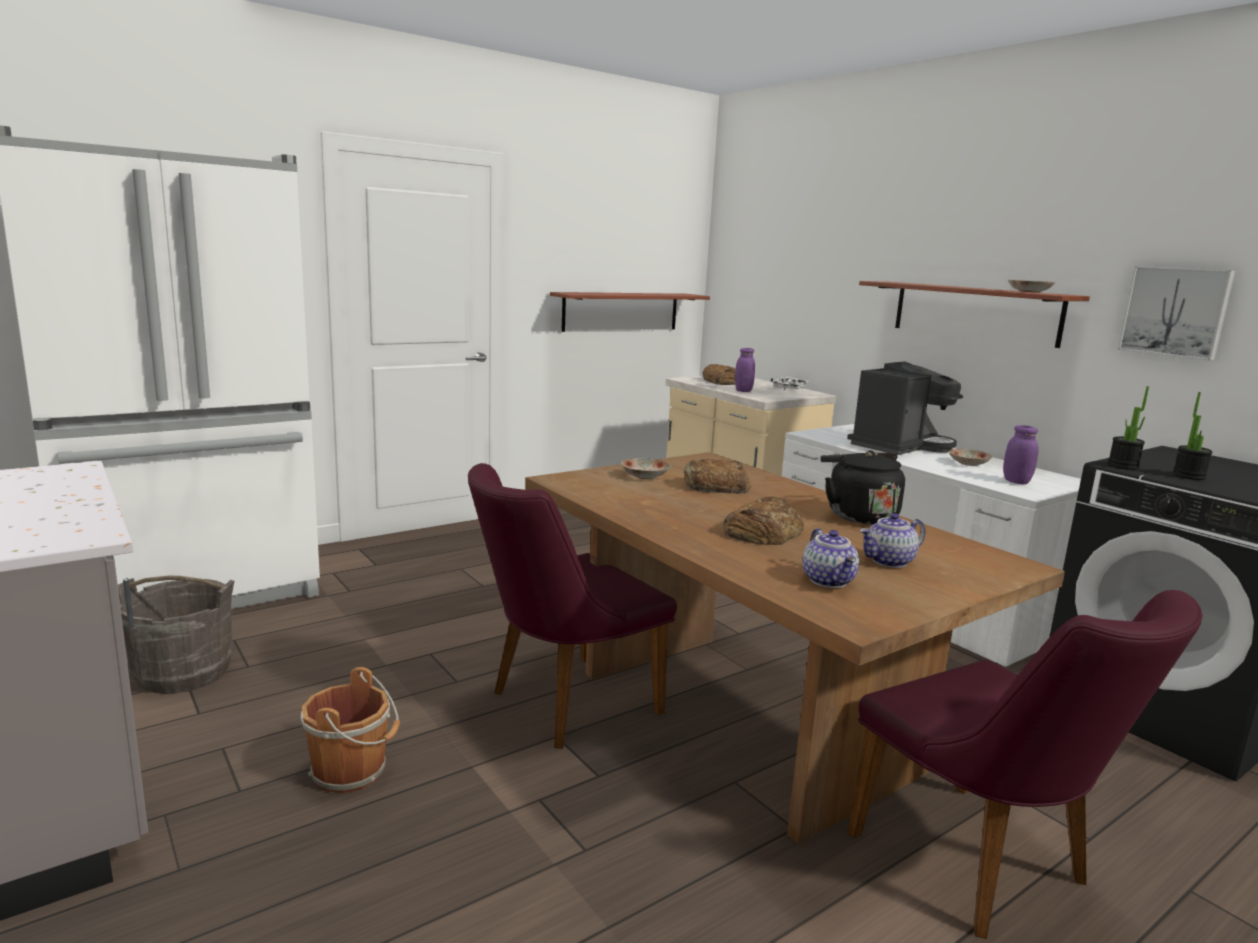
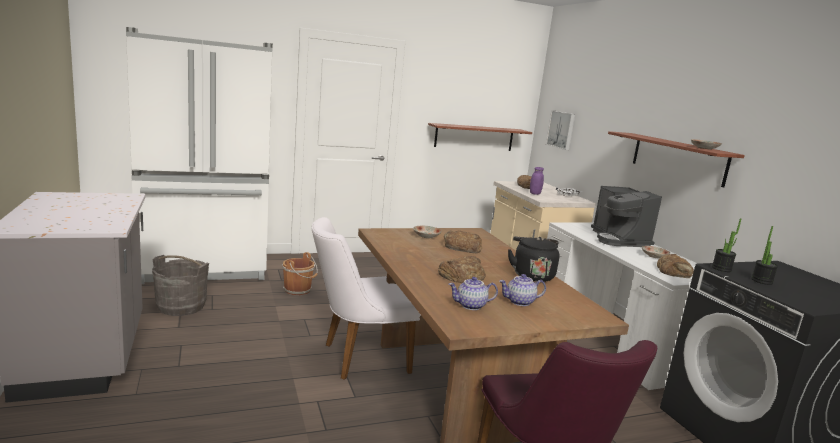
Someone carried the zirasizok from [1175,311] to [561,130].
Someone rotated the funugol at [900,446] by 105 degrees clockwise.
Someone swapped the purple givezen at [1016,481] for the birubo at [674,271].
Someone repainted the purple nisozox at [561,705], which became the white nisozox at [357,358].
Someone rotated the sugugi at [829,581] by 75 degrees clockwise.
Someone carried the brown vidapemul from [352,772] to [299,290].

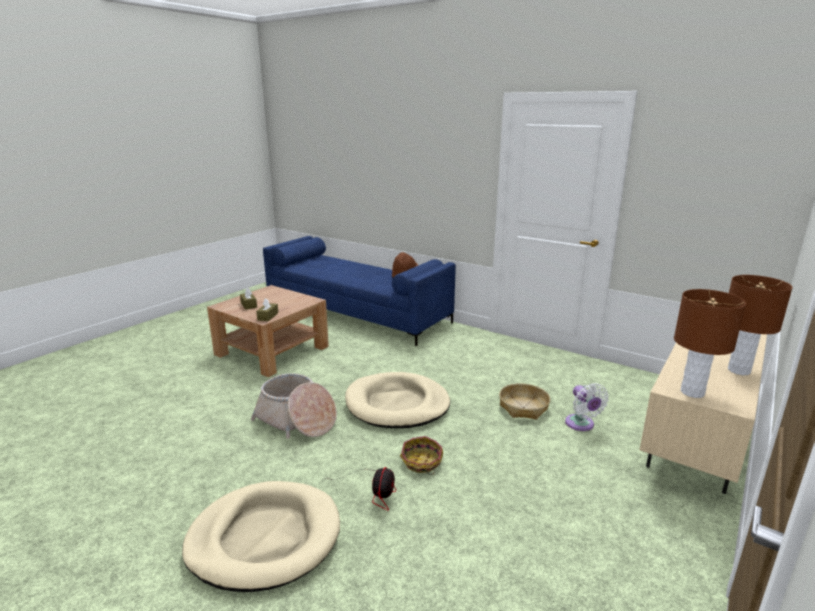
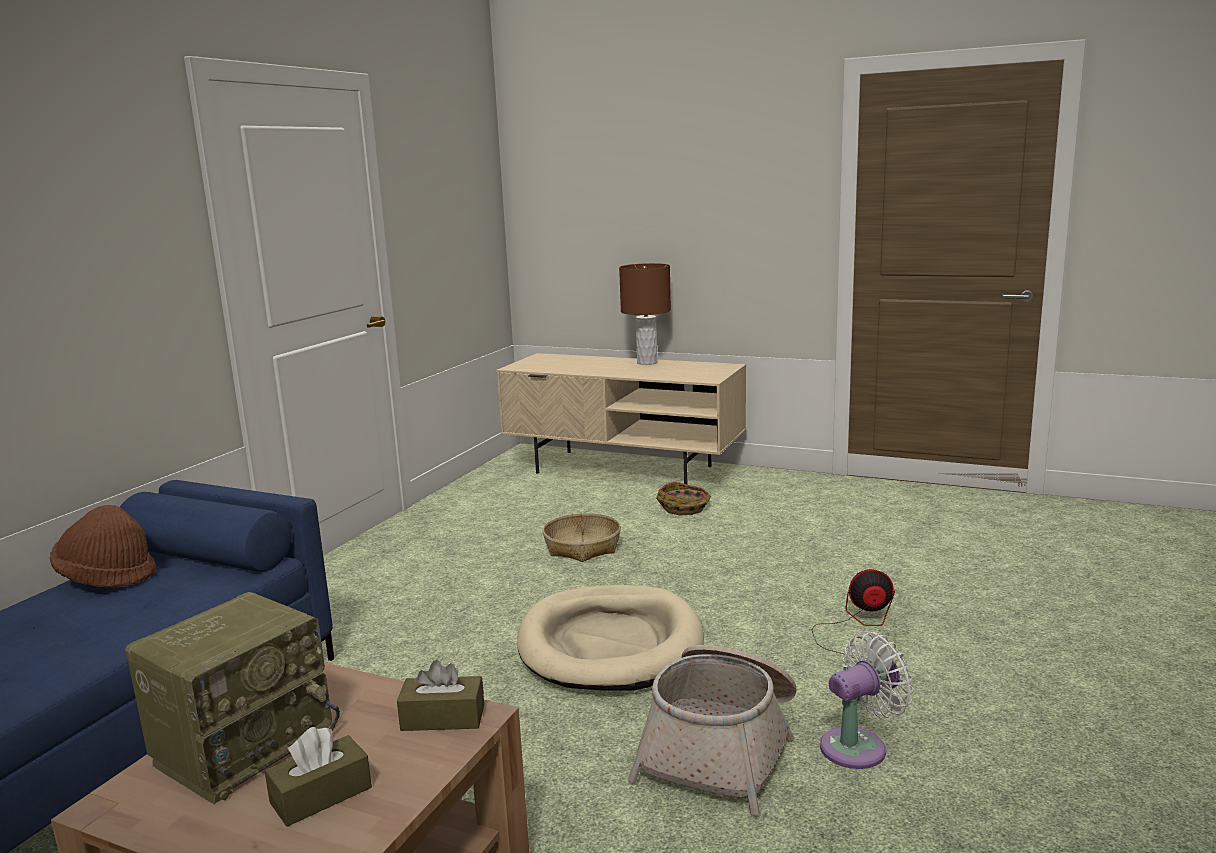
Someone took away the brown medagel at [691,392].
Someone carried the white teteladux from [581,425] to [859,746].
Someone carried the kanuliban from [421,462] to [685,508].
Someone took away the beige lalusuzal at [264,538].
Someone put down the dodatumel at [245,746].

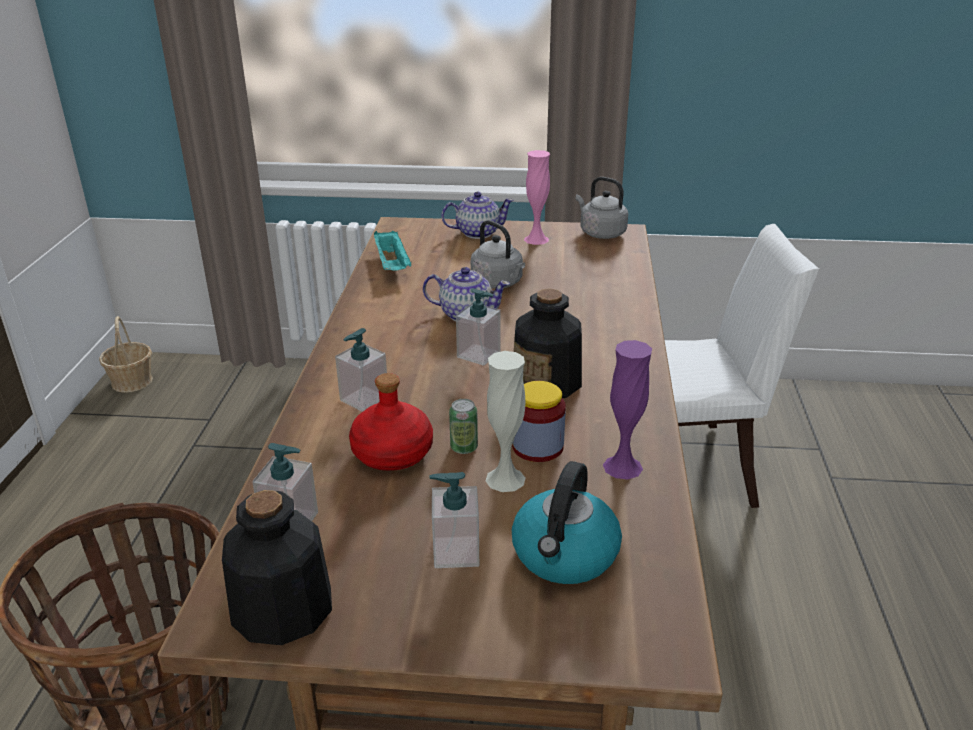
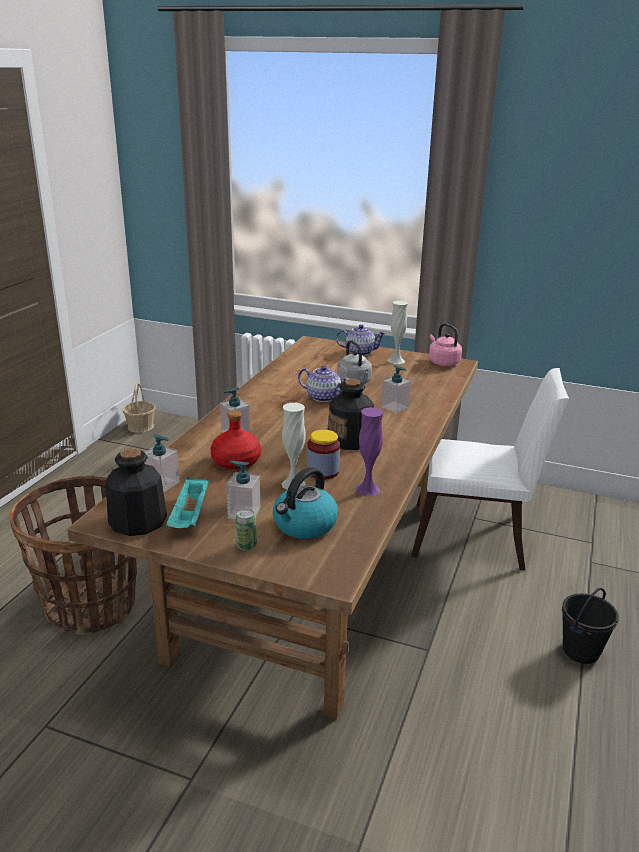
Someone repainted the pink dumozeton at [536,239], which became the white dumozeton at [396,360].
Someone repainted the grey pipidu at [600,233], which became the pink pipidu at [442,362].
Someone carried the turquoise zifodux from [392,265] to [190,516].
Someone carried the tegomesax from [479,354] to [395,407].
Someone carried the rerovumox from [464,448] to [246,546].
Someone put down the black vidapemul at [580,651].

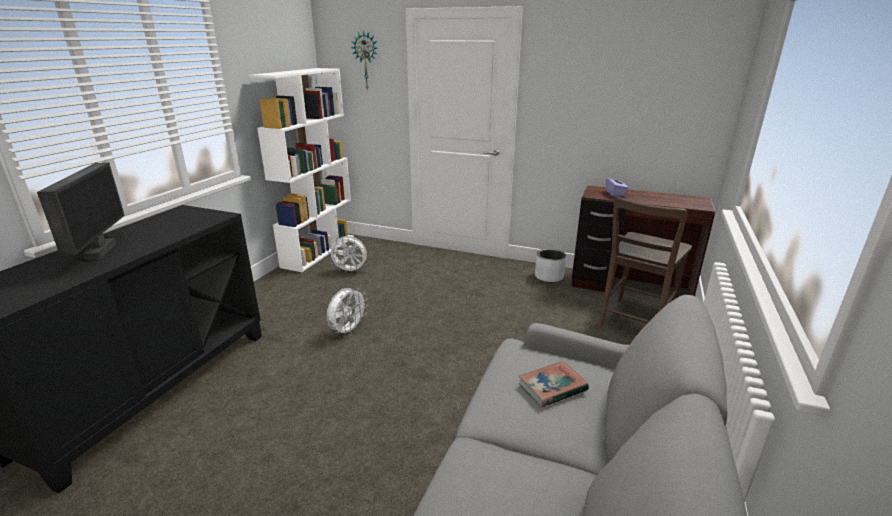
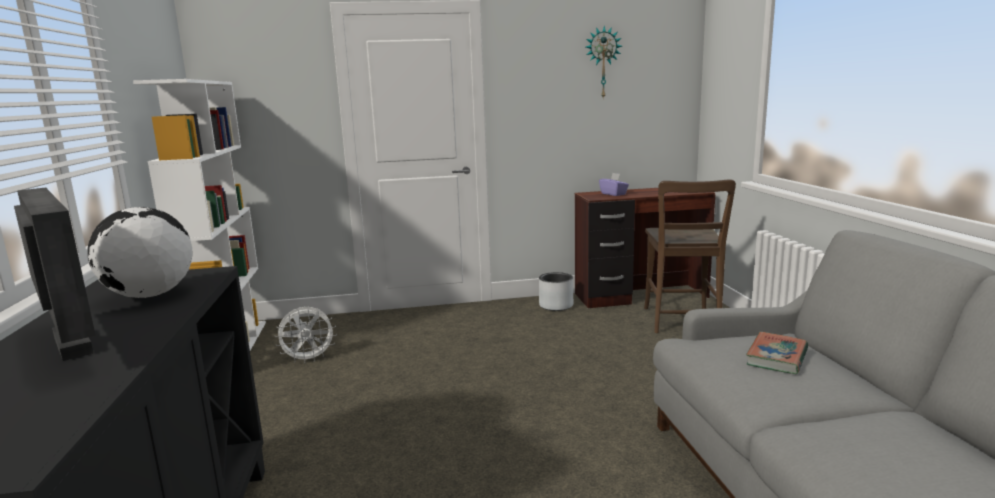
Someone carried the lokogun from [366,61] to [602,63].
Someone took away the white teteladux at [348,331].
Someone put down the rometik at [149,295].

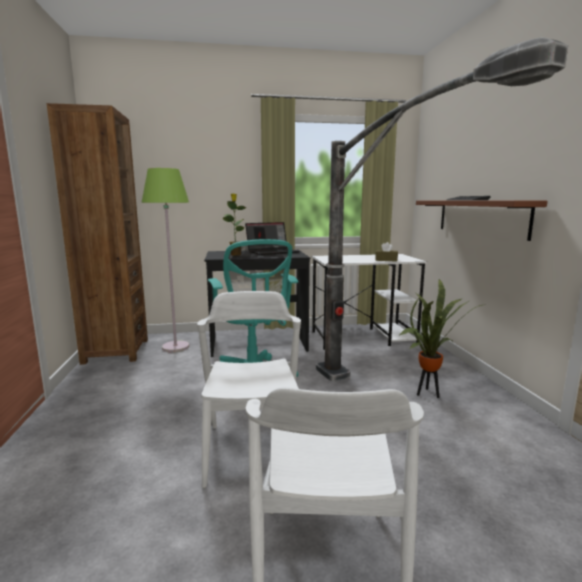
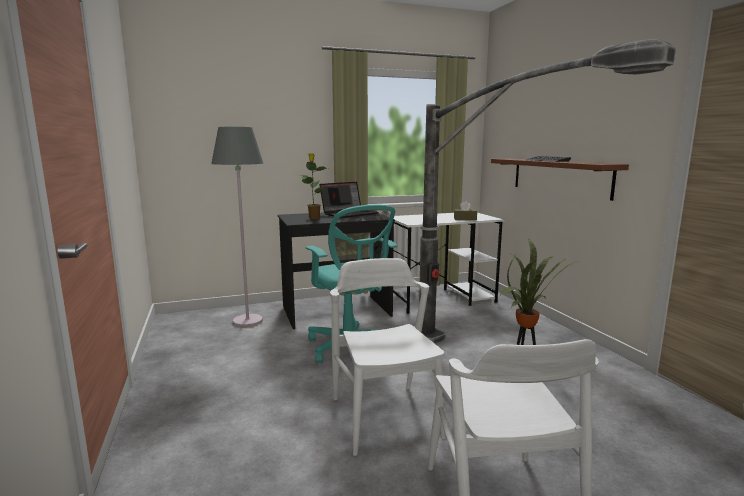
Someone took away the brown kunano at [116,351].
Someone repainted the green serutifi at [175,347], which became the grey serutifi at [248,321].

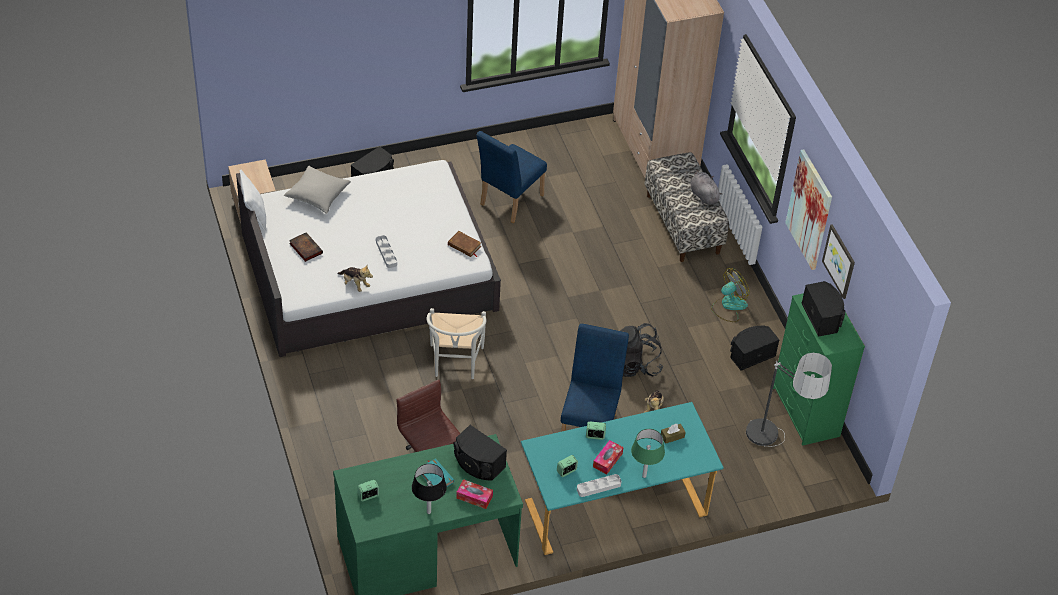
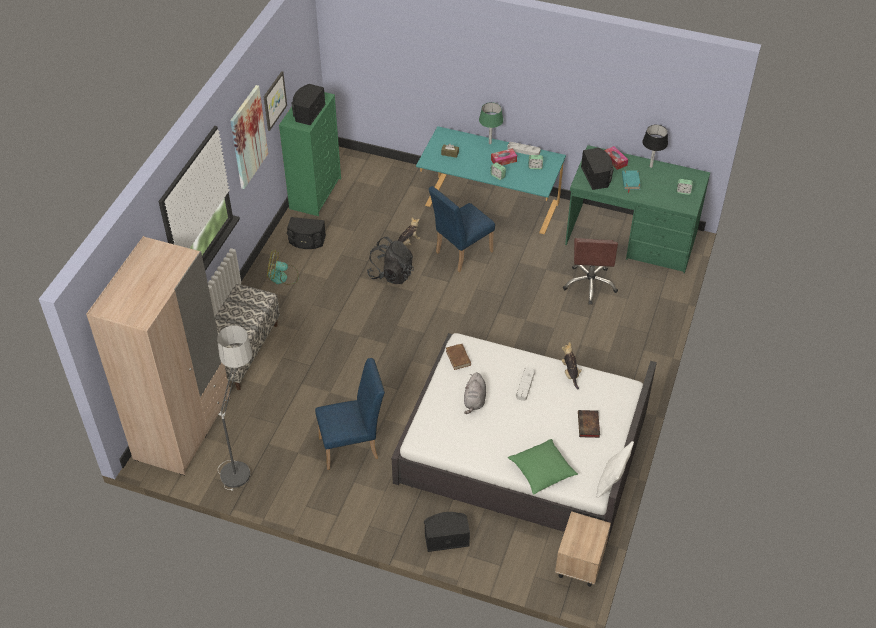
Someone repainted the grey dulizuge at [317,195], which became the green dulizuge at [542,471].
Someone carried the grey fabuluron from [703,195] to [474,401].
Someone took away the white nisozox at [455,365].
Someone carried the serutifi from [775,453] to [242,456].

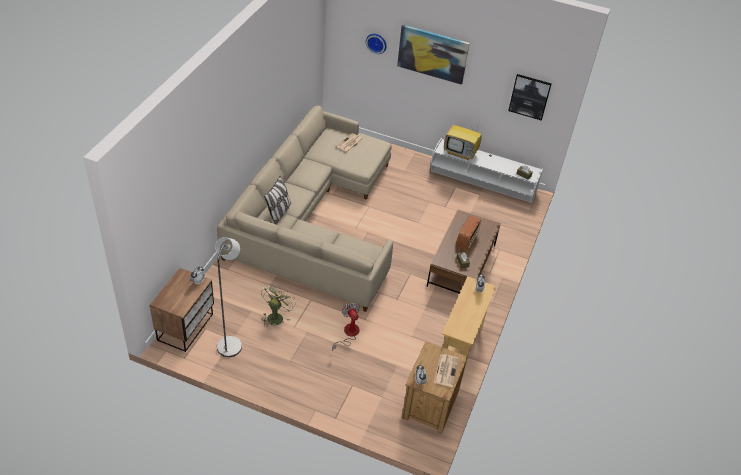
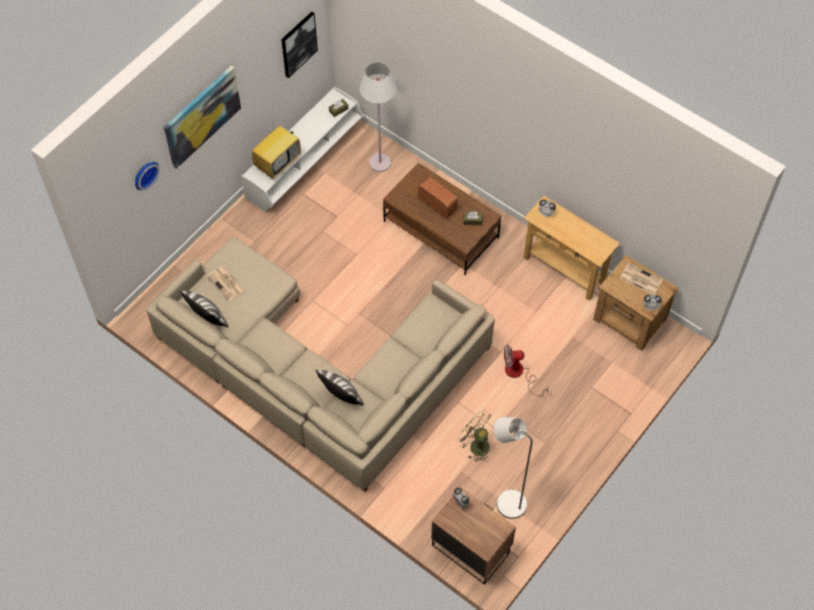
Someone put down the white serutifi at [380,163].
Someone put down the dulizuge at [207,318].

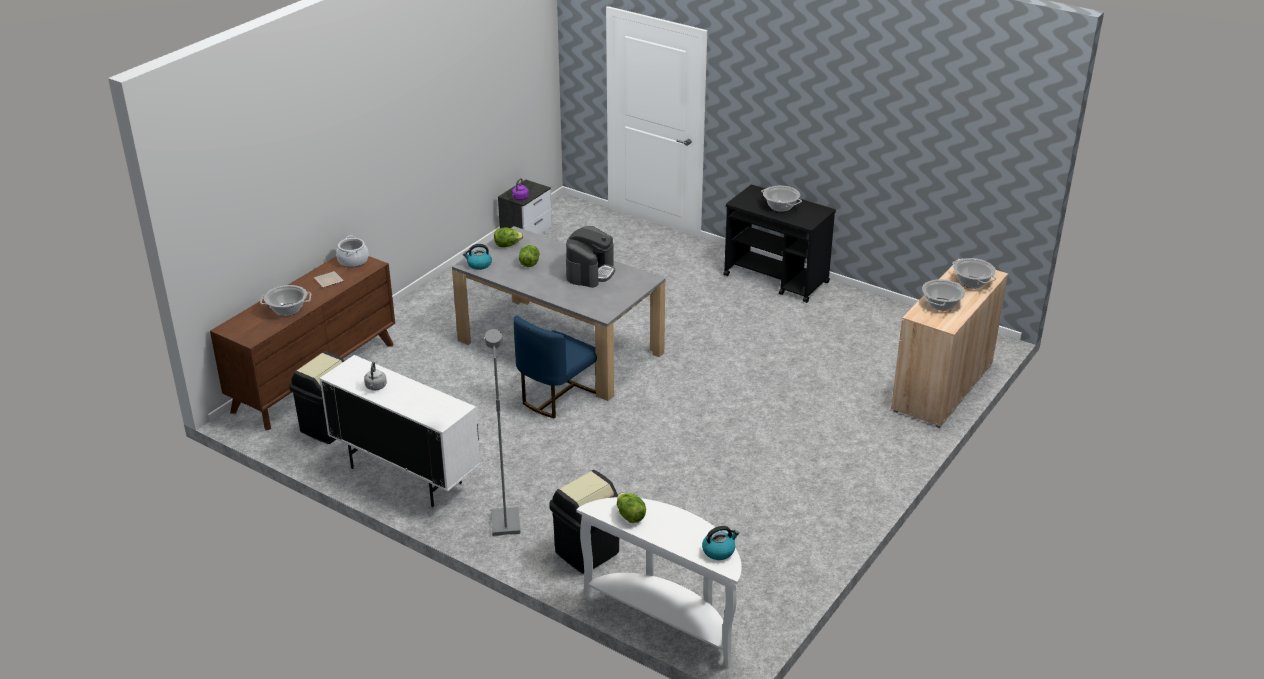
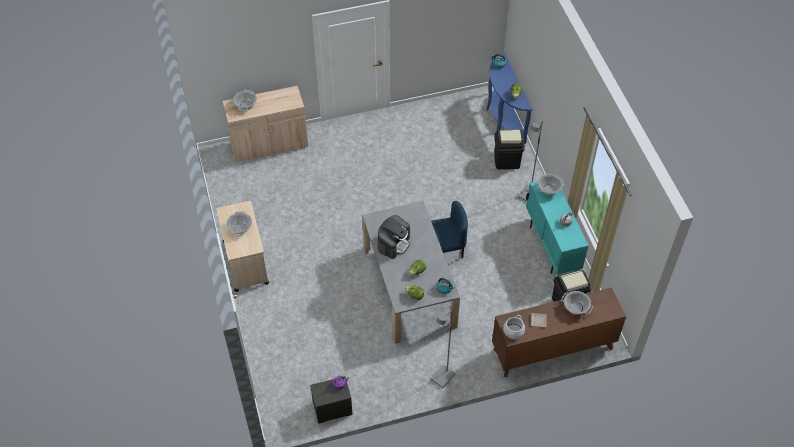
Someone repainted the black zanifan at [776,279], which became the beige zanifan at [245,262].
Someone rotated the funugol at [590,272] by 150 degrees clockwise.
Someone carried the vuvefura from [941,304] to [549,189].
Someone repainted the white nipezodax at [405,475], which became the turquoise nipezodax at [551,247].
Someone repainted the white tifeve at [666,617], which became the blue tifeve at [503,118].
Someone put down the grey serutifi at [443,377].

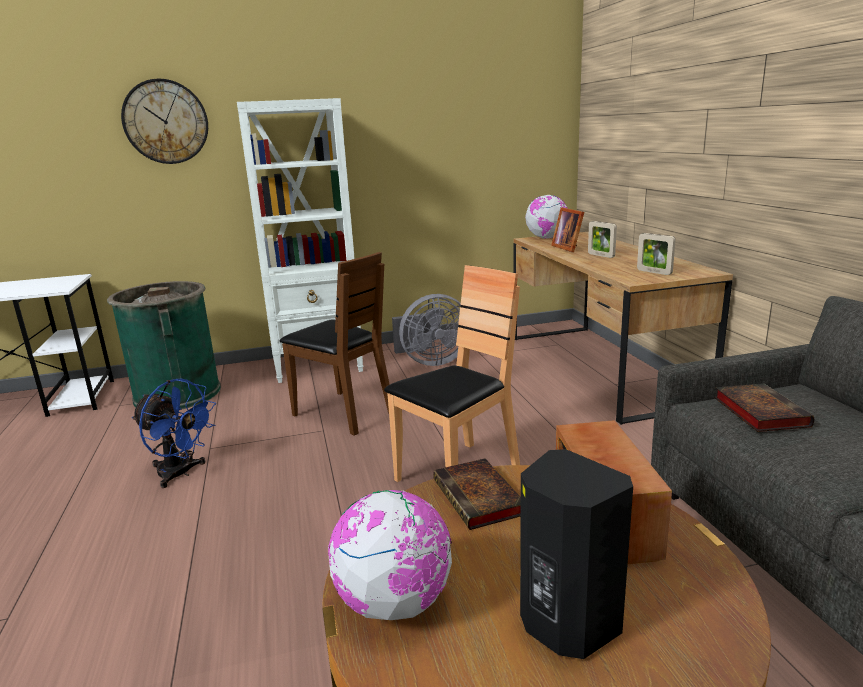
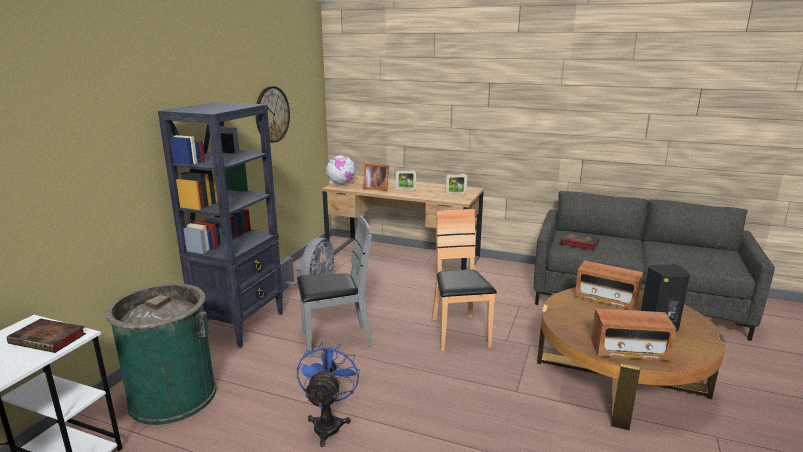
Someone carried the lokogun from [166,122] to [272,114].
Someone repainted the white kunano at [319,365], which became the black kunano at [241,324].
Someone repainted the brown nisozox at [344,413], which became the grey nisozox at [335,339].
Someone rotated the blue teteladux at [181,473] by 60 degrees counterclockwise.
Someone carried the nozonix from [479,499] to [50,339].
Someone swapped the rometik at [395,603] for the dodatumel at [628,351].

